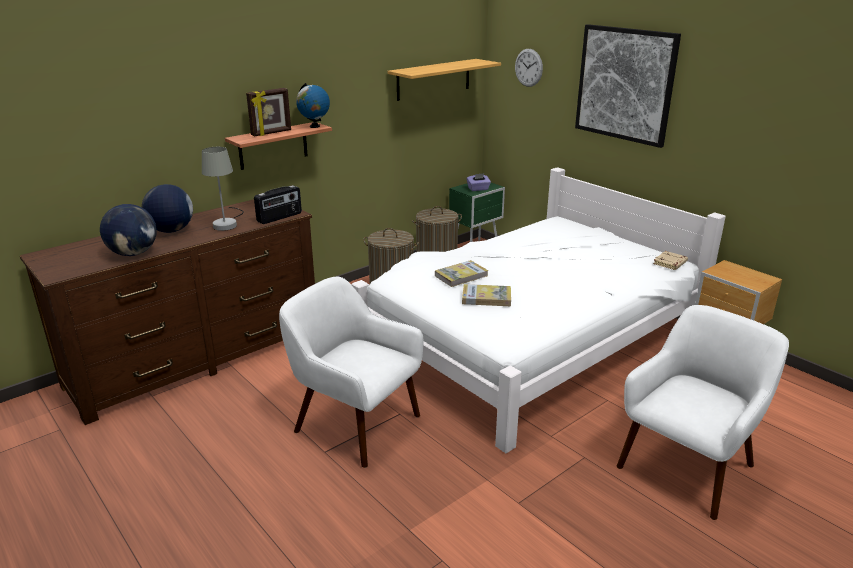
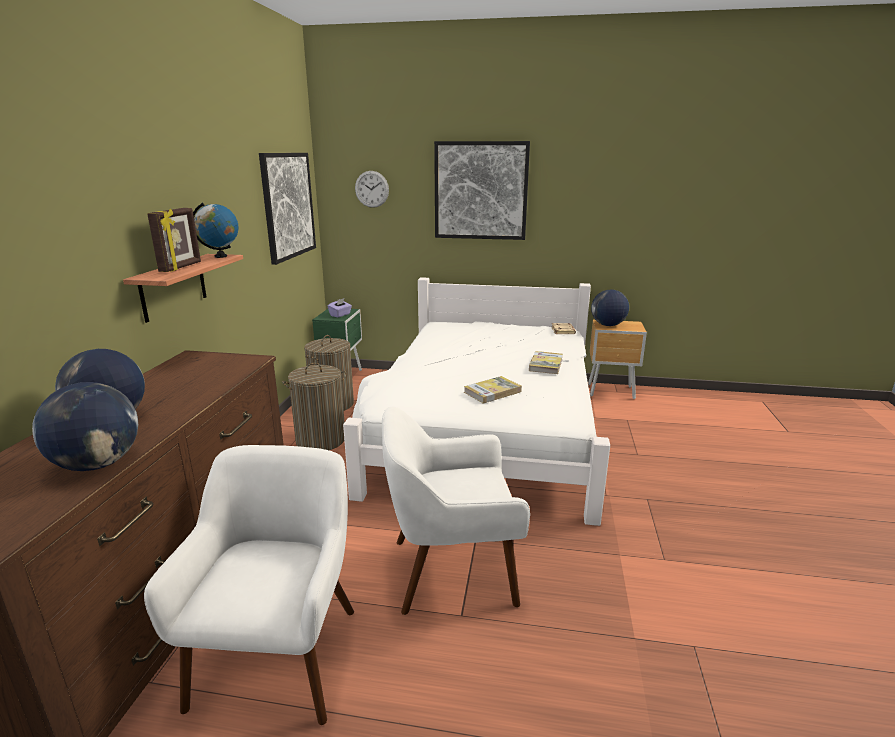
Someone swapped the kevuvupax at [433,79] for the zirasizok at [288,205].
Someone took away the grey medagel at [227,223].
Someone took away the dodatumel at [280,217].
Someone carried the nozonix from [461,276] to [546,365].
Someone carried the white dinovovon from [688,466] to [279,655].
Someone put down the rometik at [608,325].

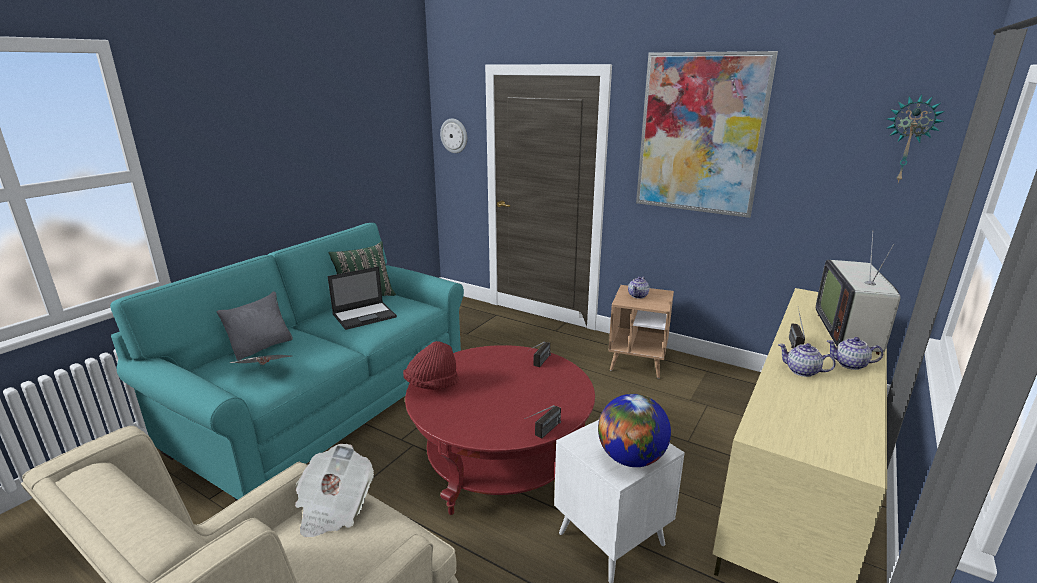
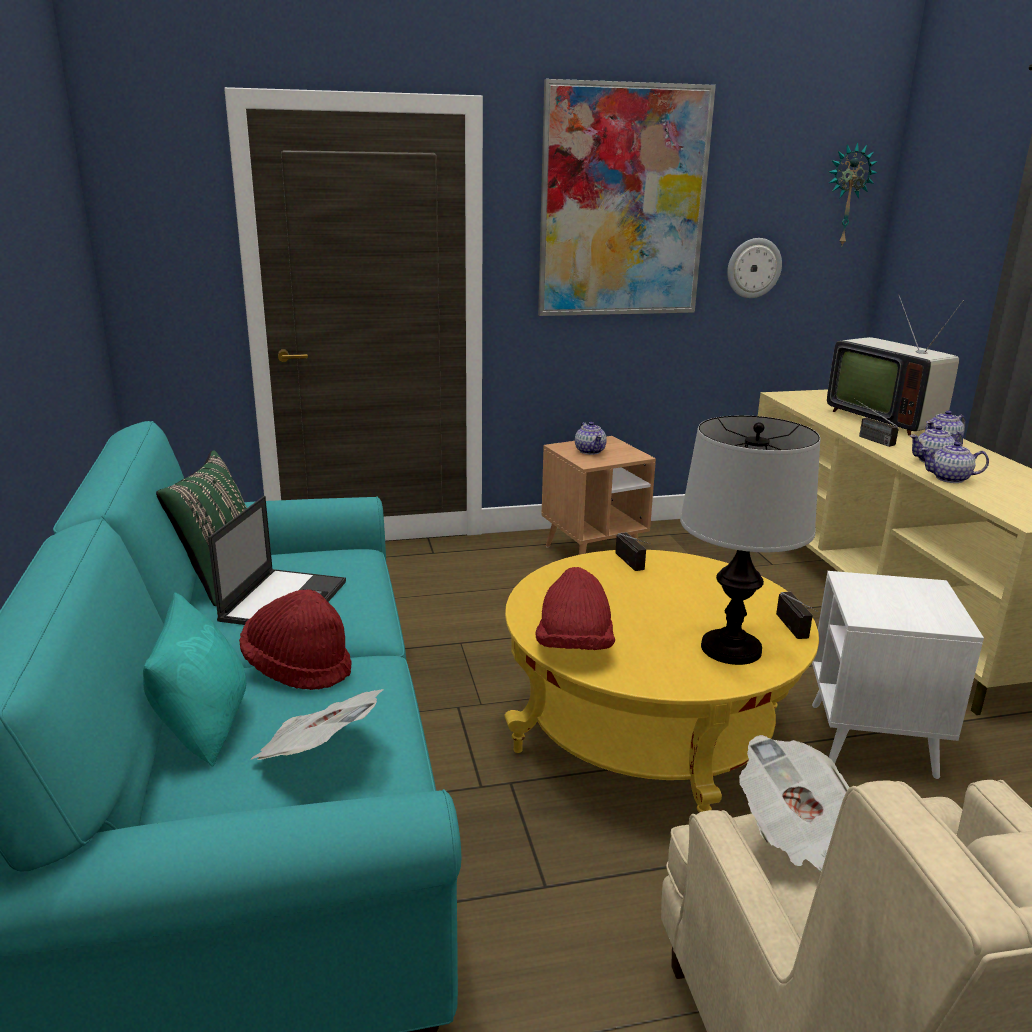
Someone carried the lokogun from [454,135] to [753,268].
Someone repainted the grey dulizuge at [262,347], which became the turquoise dulizuge at [204,726].
Someone repainted the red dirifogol at [501,460], which became the yellow dirifogol at [647,733].
Someone took away the rometik at [631,458].
Someone put down the medagel at [730,649].
Someone put down the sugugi at [950,479].
Someone put down the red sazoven at [298,667].

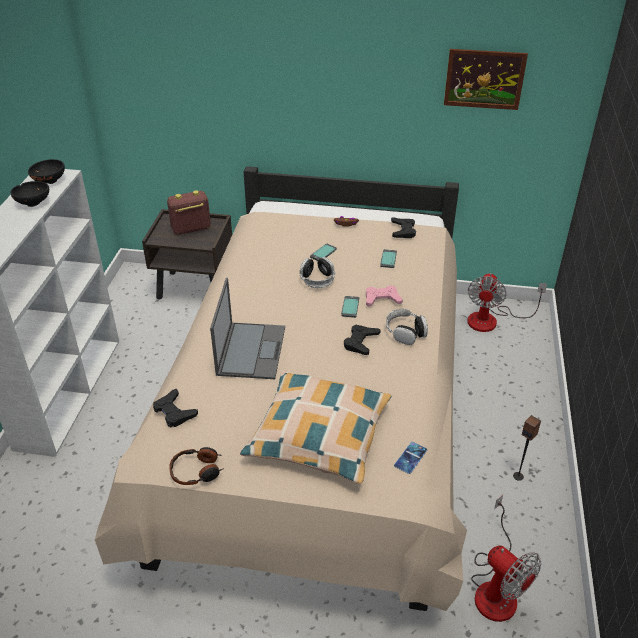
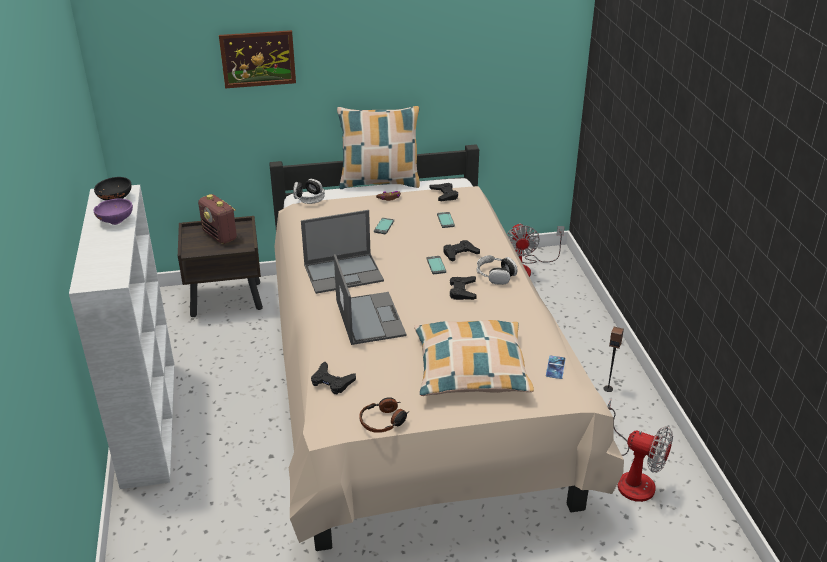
Someone carried the zirasizok from [484,79] to [258,59].
Someone repainted the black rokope at [33,202], which became the purple rokope at [115,220].
Someone rotated the dodatumel at [190,229] by 90 degrees counterclockwise.
Someone carried the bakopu from [317,279] to [309,198].
Someone repainted the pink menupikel at [382,299], which became the black menupikel at [460,254].
Someone put down the dulizuge at [379,182].
Someone put down the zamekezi at [344,273].

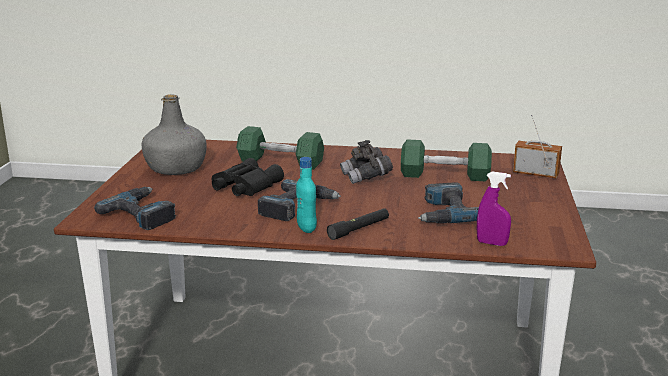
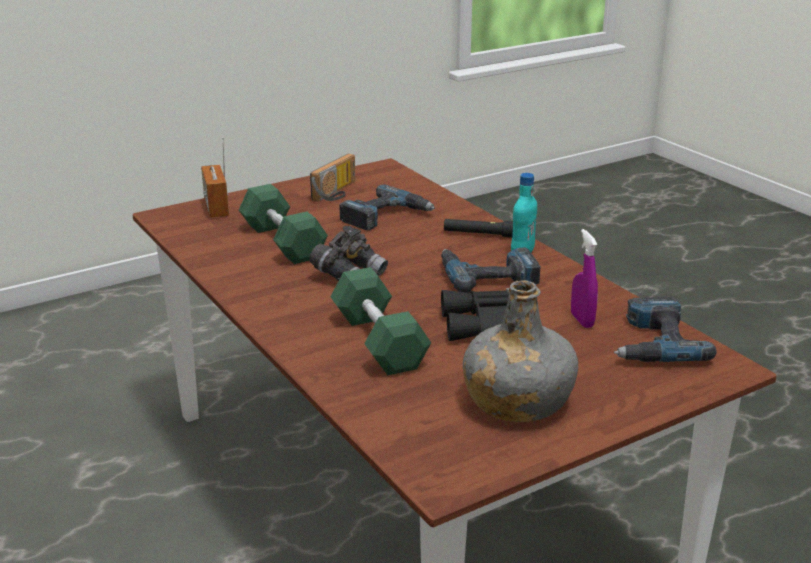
Someone carried the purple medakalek from [492,243] to [582,320].
Someone put down the dodatumel at [337,192].

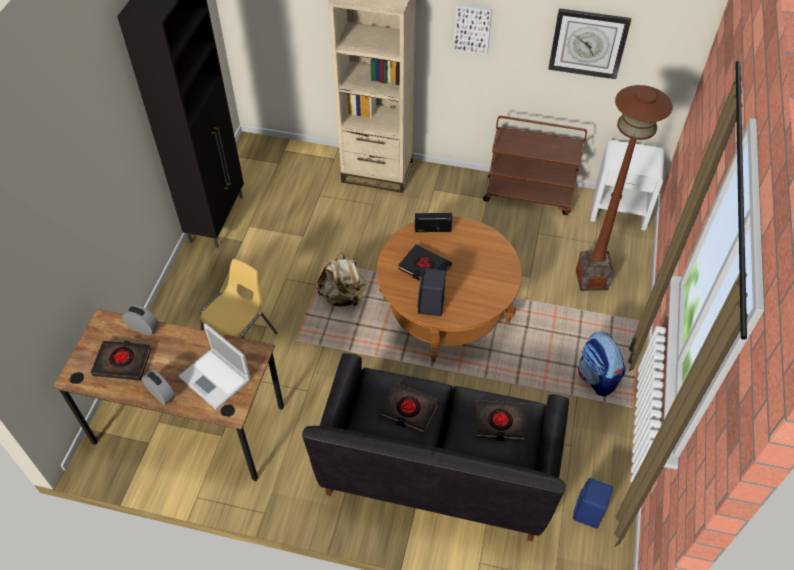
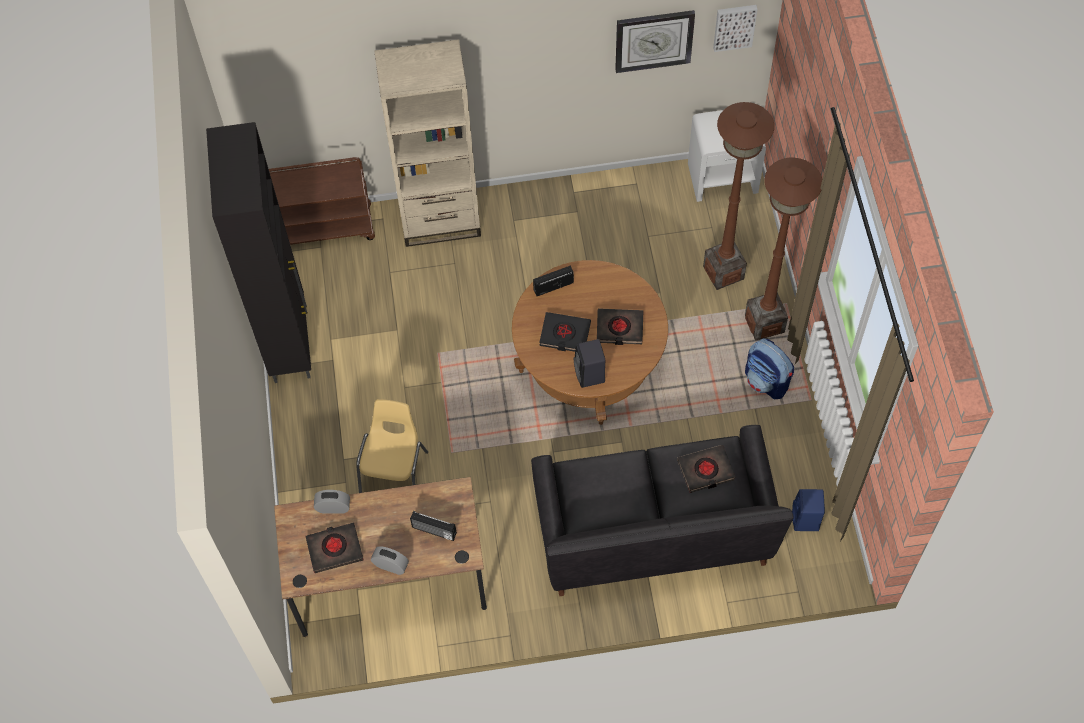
Someone carried the zirasizok from [473,28] to [734,26].
Someone carried the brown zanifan from [529,195] to [324,228].
Someone took away the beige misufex at [343,297].
Someone swapped the zamekezi at [216,379] for the dodatumel at [434,531].
Someone carried the black nozonix from [409,410] to [619,328].
Someone put down the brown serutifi at [764,324].

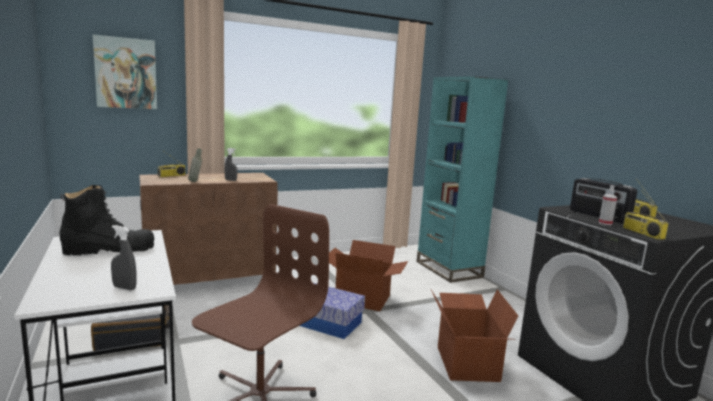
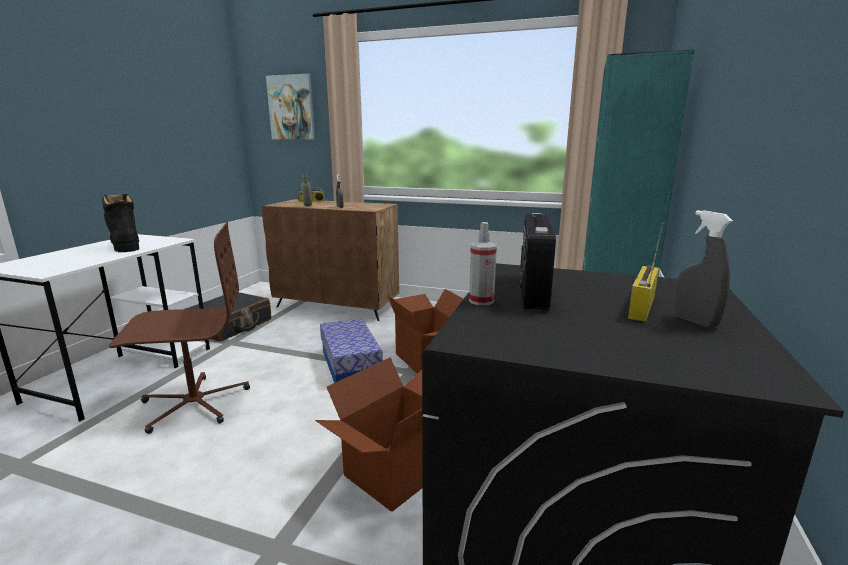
Someone rotated the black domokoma at [110,249] by 150 degrees counterclockwise.
Someone took away the dodatumel at [641,233].
Someone carried the grey medakalek from [124,288] to [695,322].

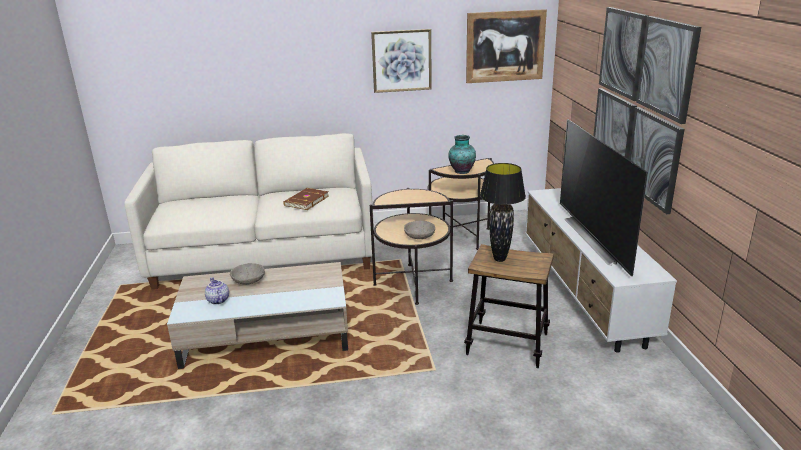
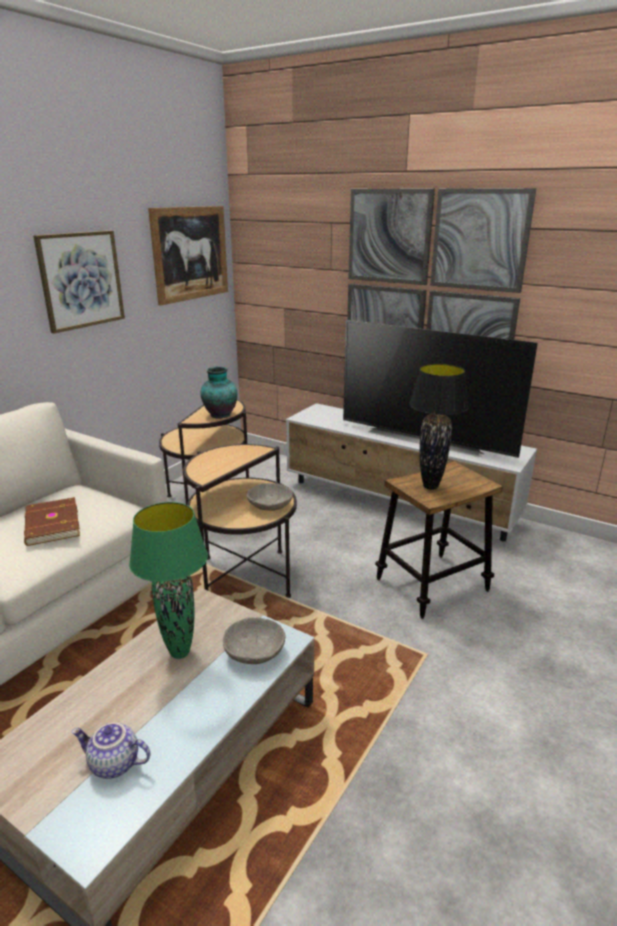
Someone carried the grey rokope from [248,281] to [254,652].
Someone put down the green medagel at [180,653].

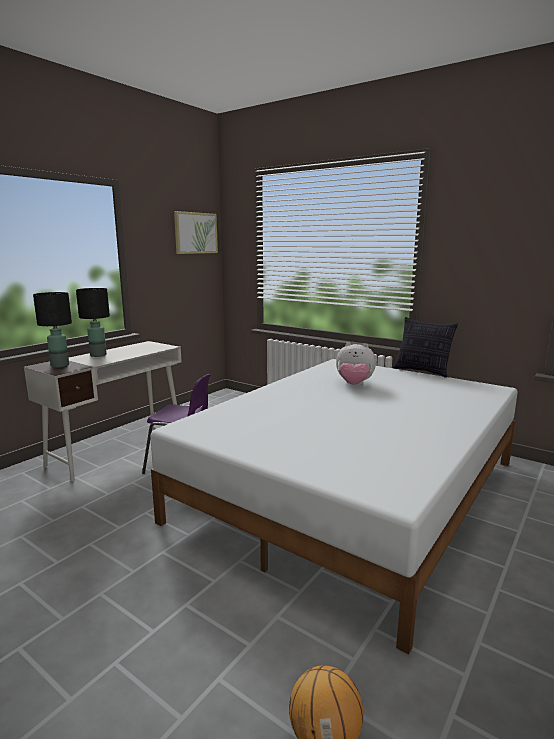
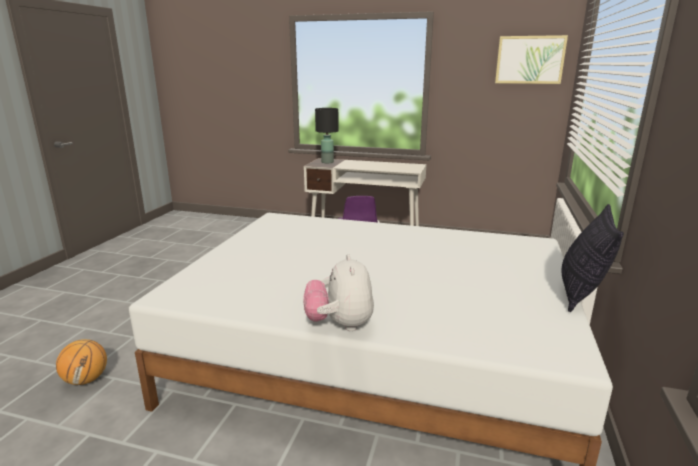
Someone took away the black medagel at [98,355].
Someone carried the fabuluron from [354,384] to [340,324].

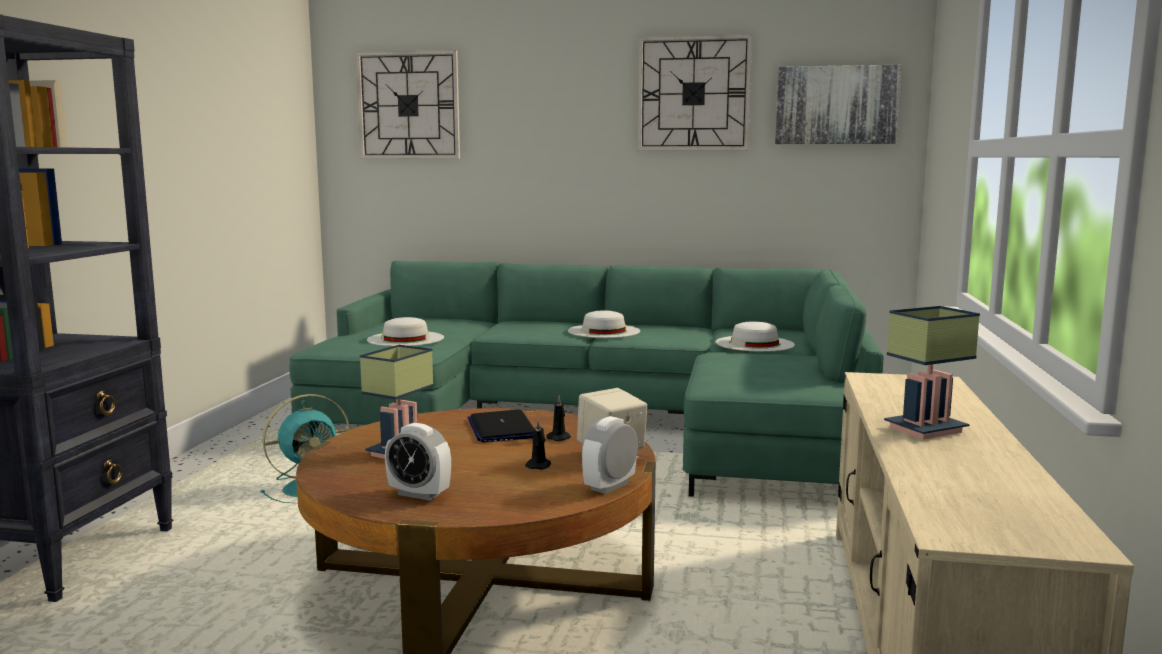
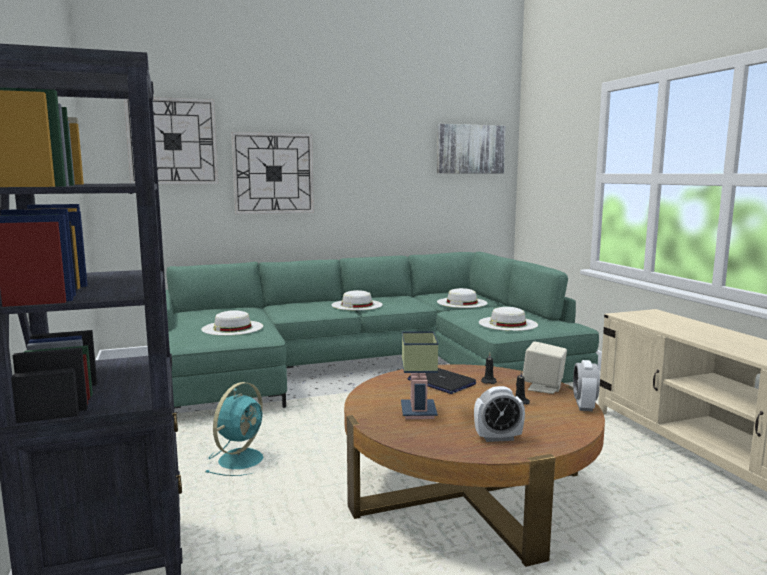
Someone carried the lokogun from [693,94] to [273,173].
Someone took away the medagel at [925,428].
Someone put down the white sazoven at [507,323].

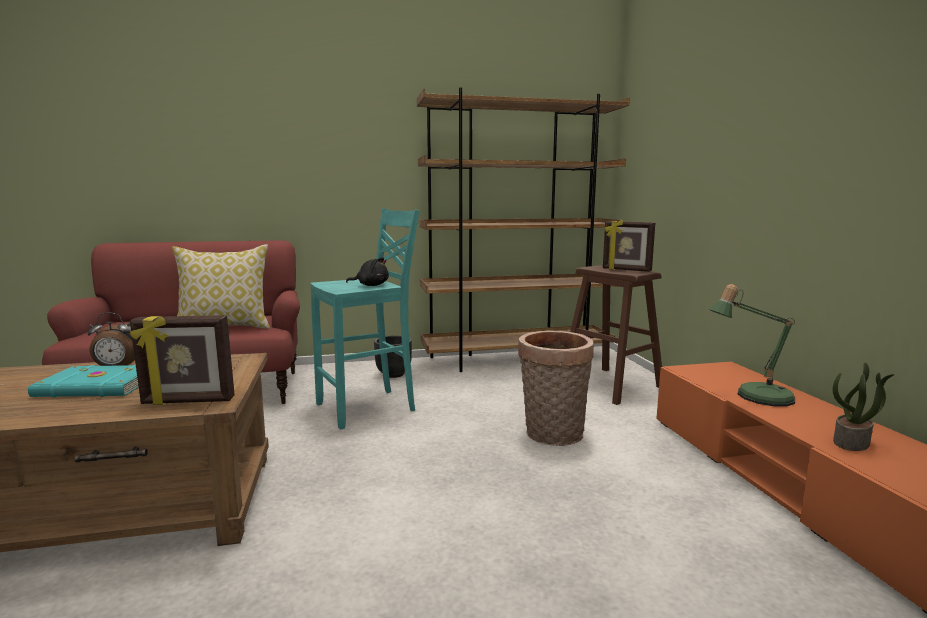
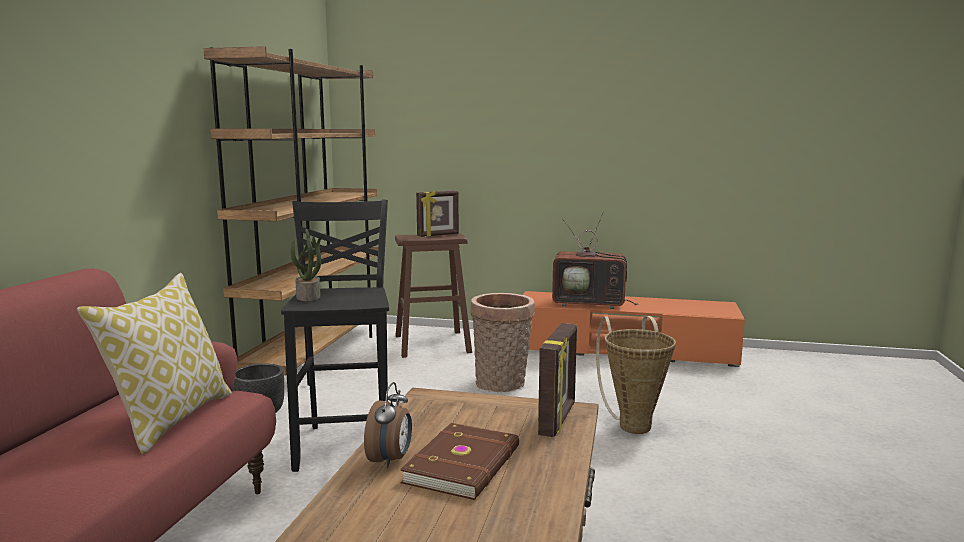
Someone repainted the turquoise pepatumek at [368,408], which became the black pepatumek at [346,444].
Someone took away the black fabuluron at [371,285].
Someone swapped the medagel at [756,397] for the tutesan at [591,303].
Someone carried the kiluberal from [852,443] to [309,297].
Someone repainted the turquoise nozonix at [97,387], which became the brown nozonix at [465,465].
Someone put down the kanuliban at [633,424].

